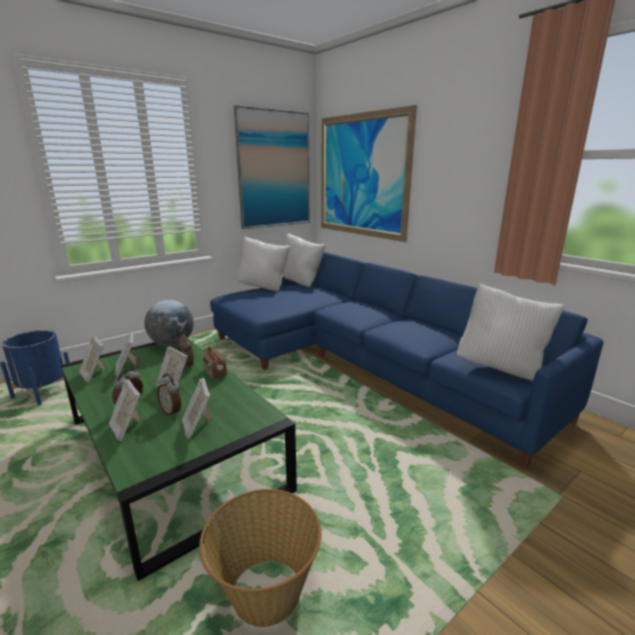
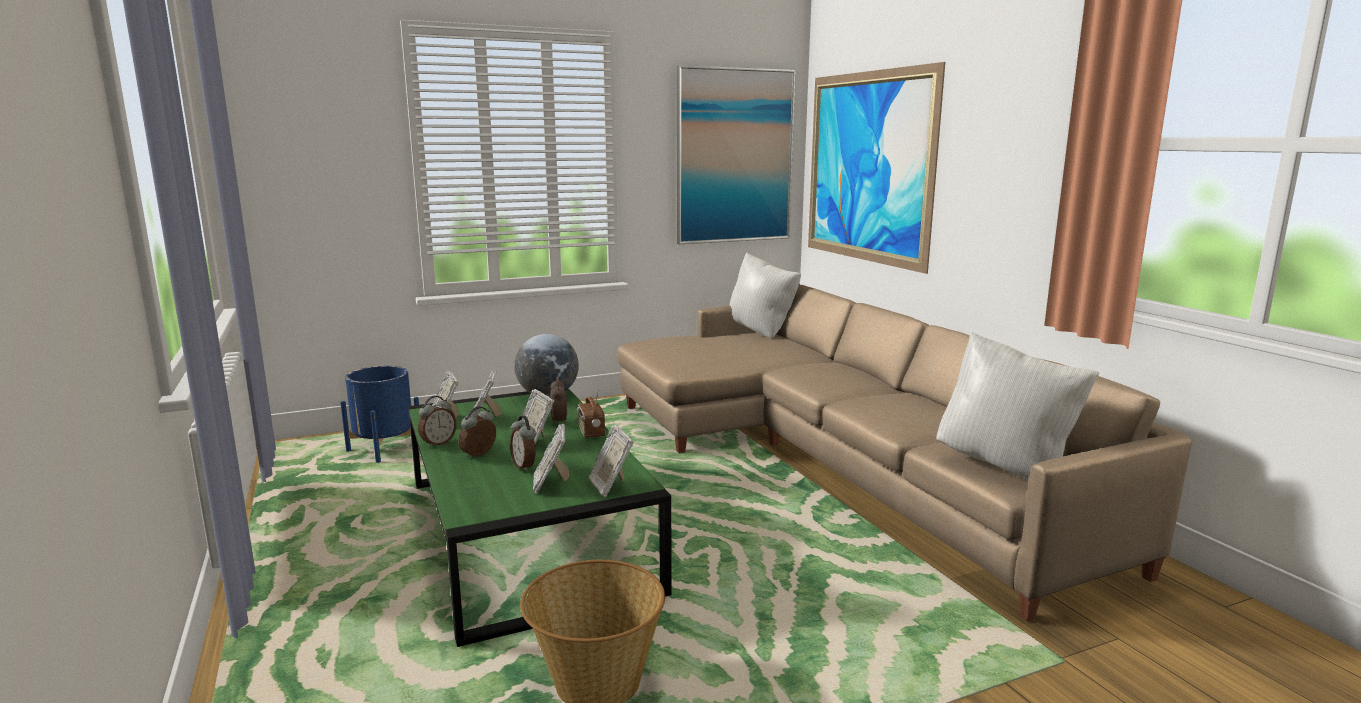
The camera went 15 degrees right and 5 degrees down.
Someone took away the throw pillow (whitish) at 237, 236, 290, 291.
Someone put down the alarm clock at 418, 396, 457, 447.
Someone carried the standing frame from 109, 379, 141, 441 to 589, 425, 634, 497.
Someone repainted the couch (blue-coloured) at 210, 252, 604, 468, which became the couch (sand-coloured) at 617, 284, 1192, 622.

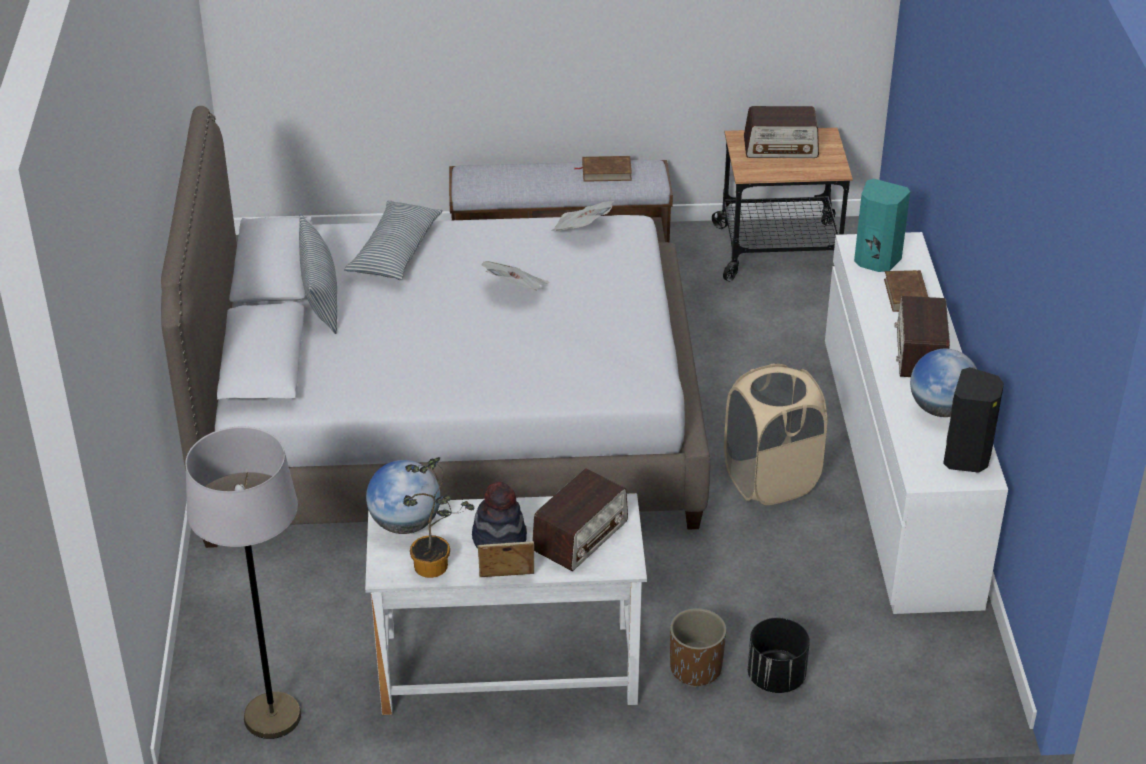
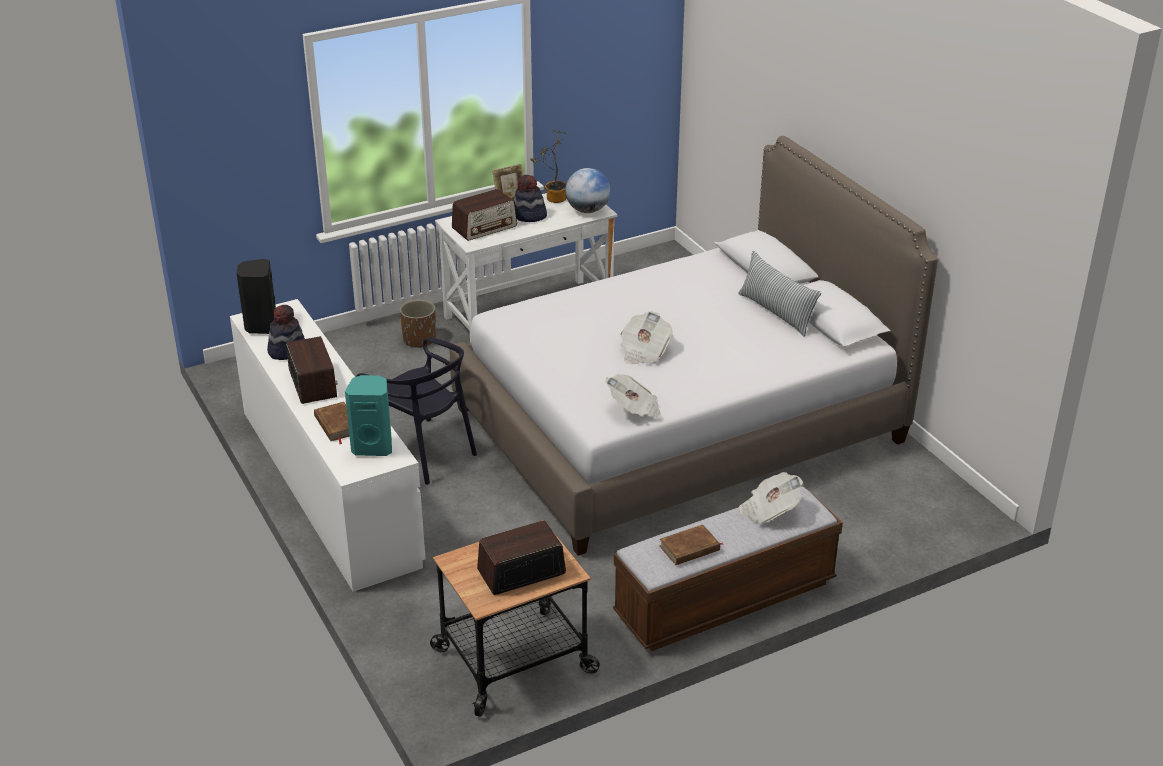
The camera went 155 degrees right and 5 degrees down.
Someone took away the floor lamp (grey) at 185, 427, 301, 739.
Someone took away the throw pillow at 344, 200, 443, 280.
Someone took away the plant pot (black-coloured) at 748, 618, 810, 693.
Someone put down the printed paper at 739, 472, 803, 525.
Someone swapped the washing basket (sand-coloured) at 724, 363, 827, 505 for the chair (black-coloured) at 356, 337, 477, 485.
Someone swapped the desk globe at 910, 349, 977, 417 for the wearable hat at 267, 305, 305, 360.
Someone rotated the radio receiver at 532, 469, 628, 571 by 135 degrees counterclockwise.

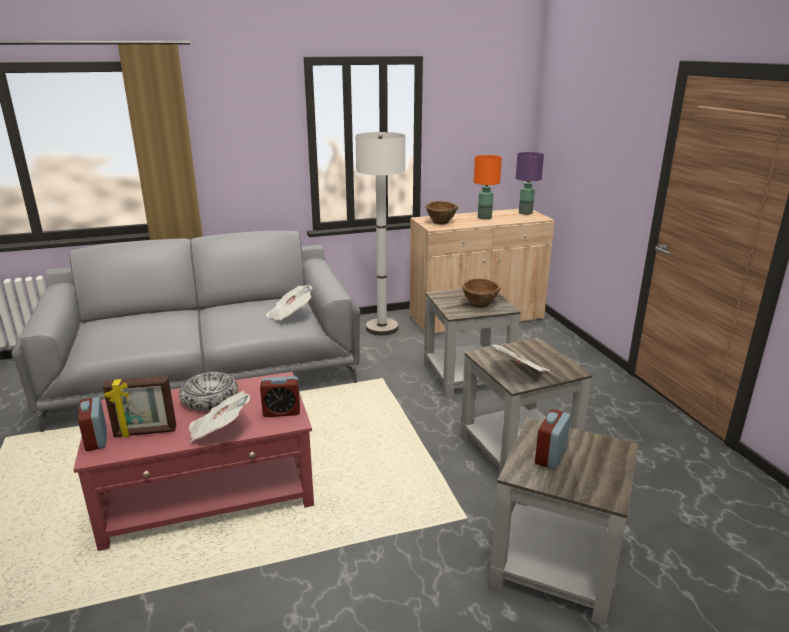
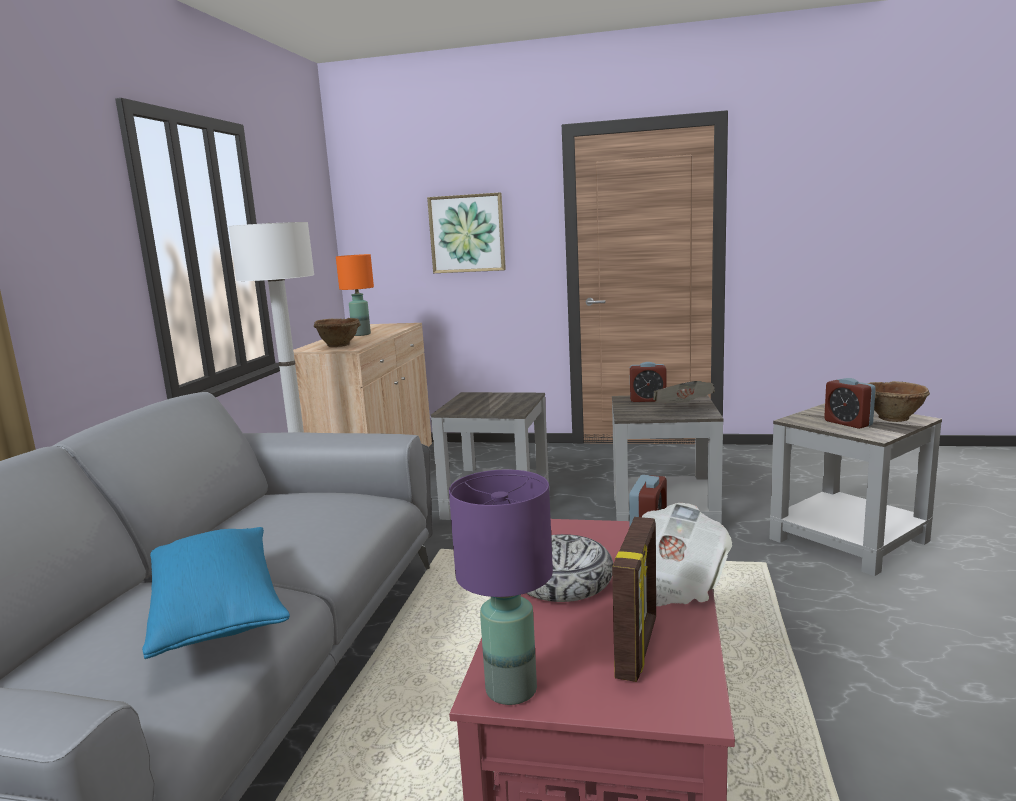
The camera went 60 degrees left and 10 degrees down.
Someone took away the printed paper at 266, 285, 312, 321.
Someone put down the throw pillow (blue-coloured) at 142, 527, 290, 659.
Someone put up the wall picture at 427, 193, 506, 273.
Someone carried the alarm clock from 78, 397, 107, 451 to 630, 362, 667, 402.
Someone carried the serving bowl (brown) from 462, 278, 500, 308 to 867, 381, 930, 422.
Someone carried the lamp for a table (purple-coloured) from 516, 152, 544, 215 to 449, 470, 553, 705.

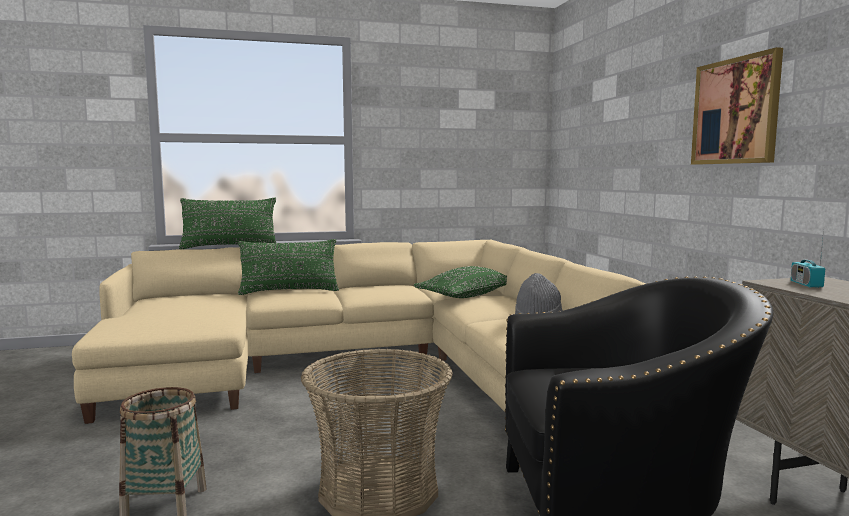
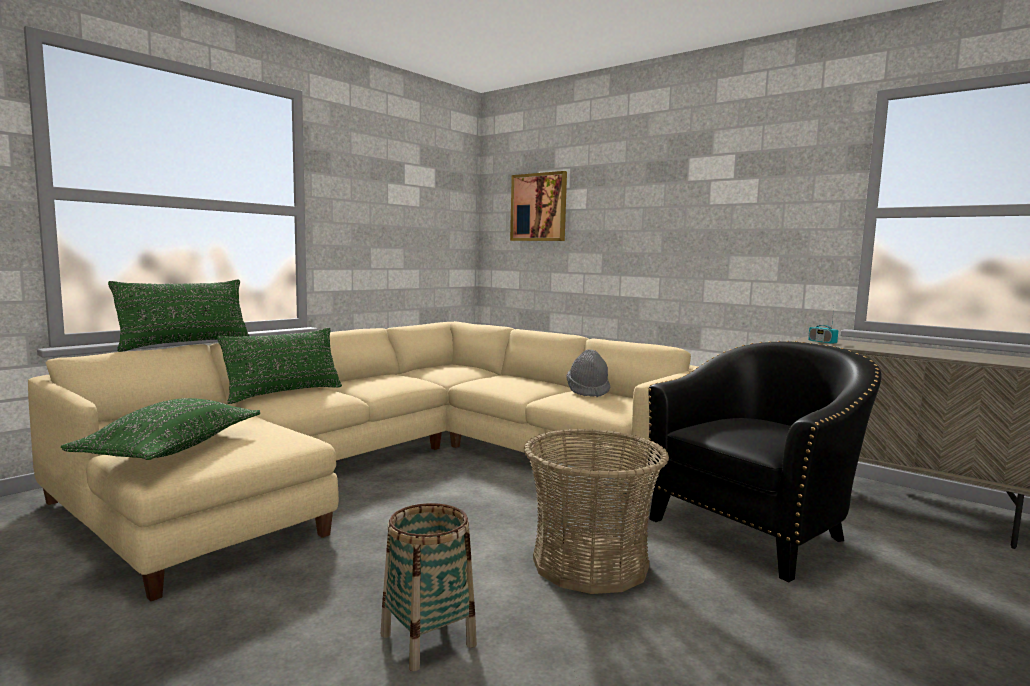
The camera went 35 degrees left and 0 degrees up.
Someone carried the throw pillow (green) from 414, 266, 507, 298 to 61, 398, 260, 460.
Someone carried the wall picture from 691, 47, 783, 165 to 510, 171, 567, 241.

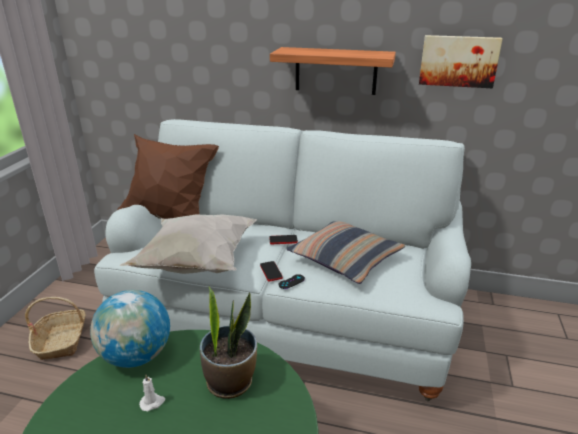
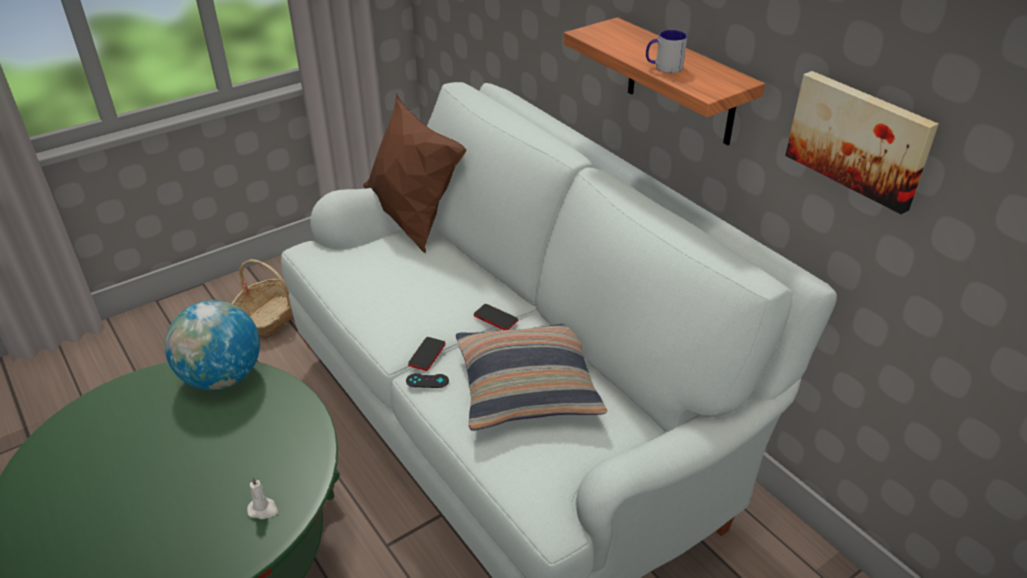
The camera went 40 degrees right and 10 degrees up.
Someone took away the throw pillow (whitish) at 120, 214, 257, 274.
Someone took away the potted plant at 200, 287, 257, 399.
Someone put down the coffee mug at 646, 30, 687, 73.
Someone carried the candle (whitish) from 139, 374, 165, 411 to 247, 477, 278, 519.

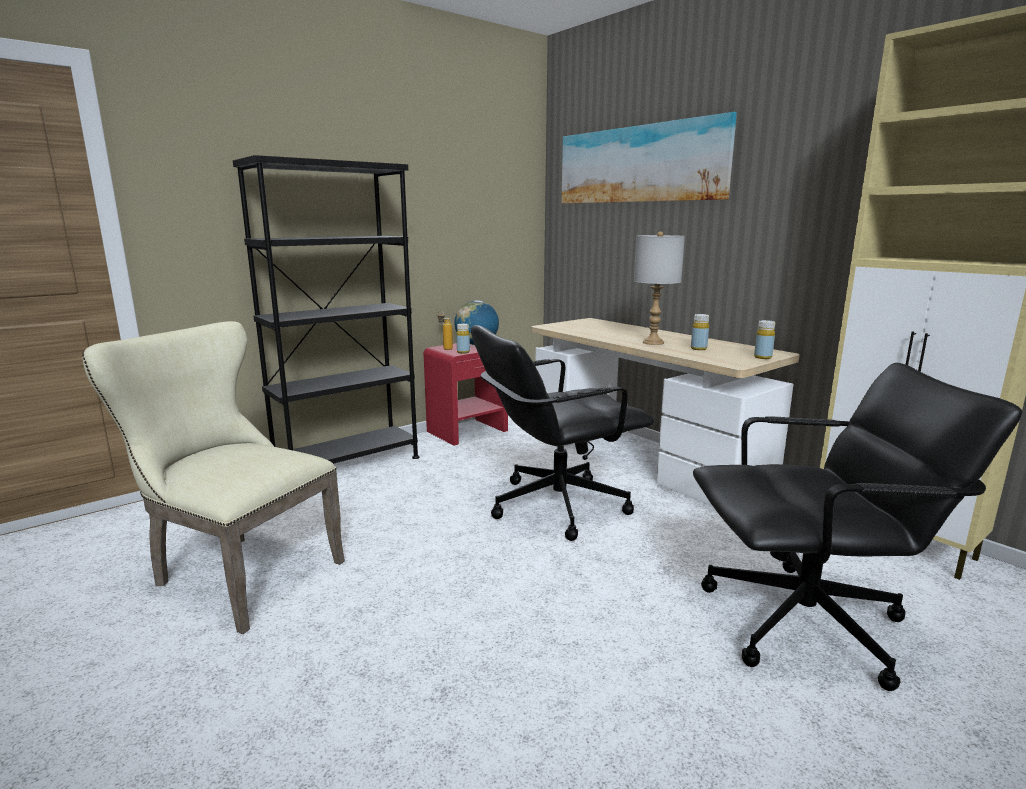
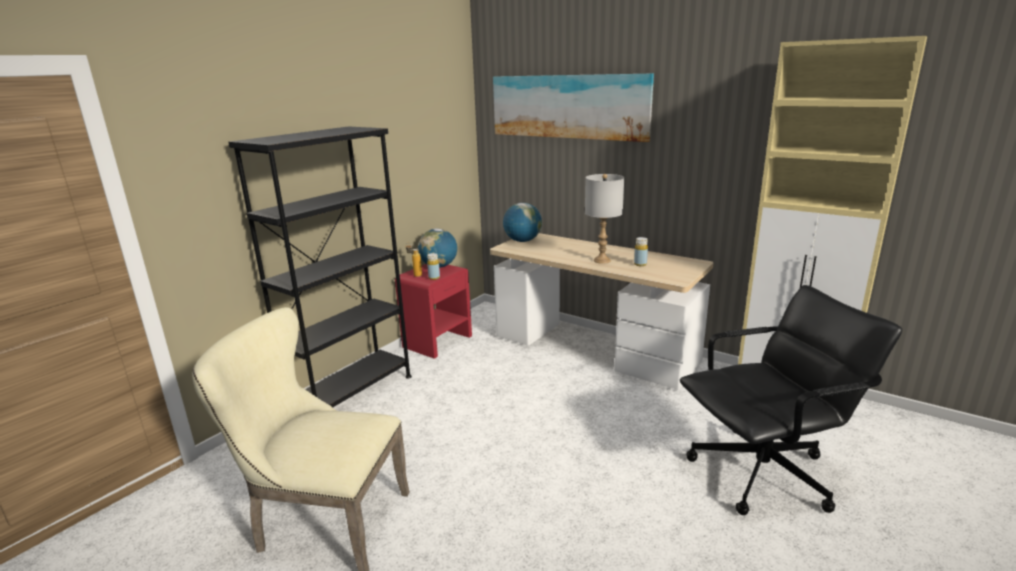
The camera went 15 degrees left and 5 degrees up.
Someone took away the computer chair (black-coloured) at 471, 325, 654, 541.
Someone took away the bottle (yellow-coloured) at 754, 320, 775, 359.
Someone put down the desk globe at 503, 203, 542, 242.

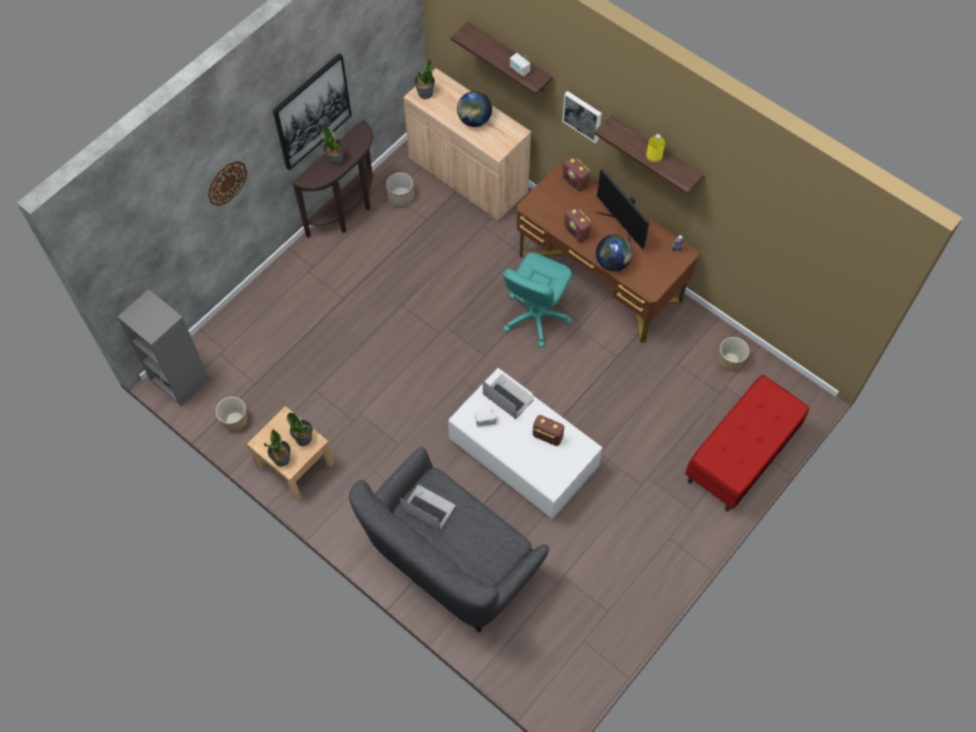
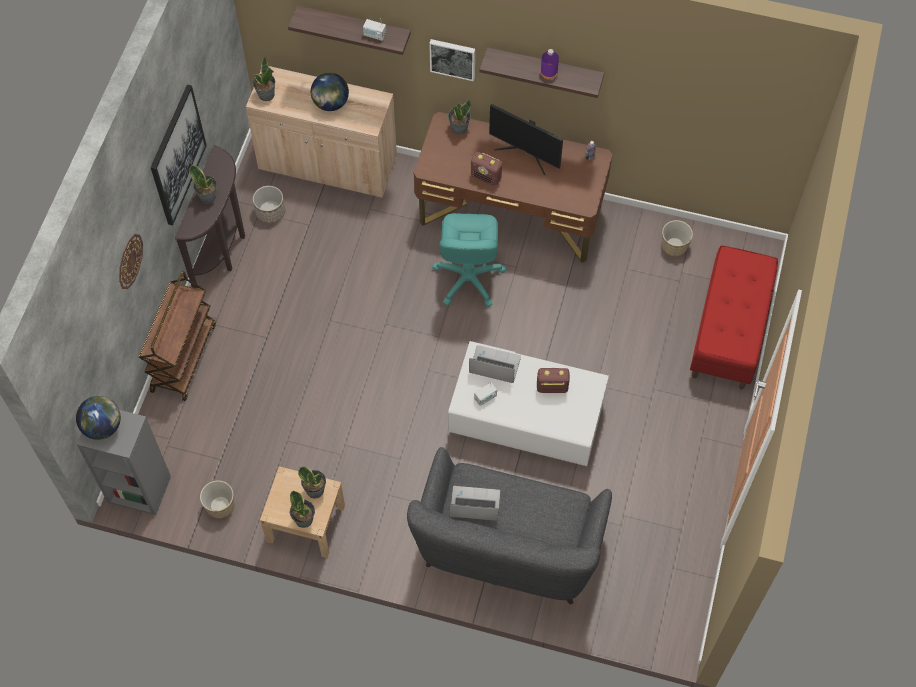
The camera went 25 degrees left and 0 degrees up.
Someone put down the cart (brown) at 139, 271, 216, 401.
Someone carried the desk globe from 596, 234, 633, 271 to 76, 396, 121, 440.
Someone swapped the radio receiver at 563, 156, 590, 192 for the potted plant at 448, 100, 471, 135.
Someone repainted the bottle (yellow-coloured) at 646, 134, 665, 163, which became the bottle (purple-coloured) at 540, 49, 559, 79.

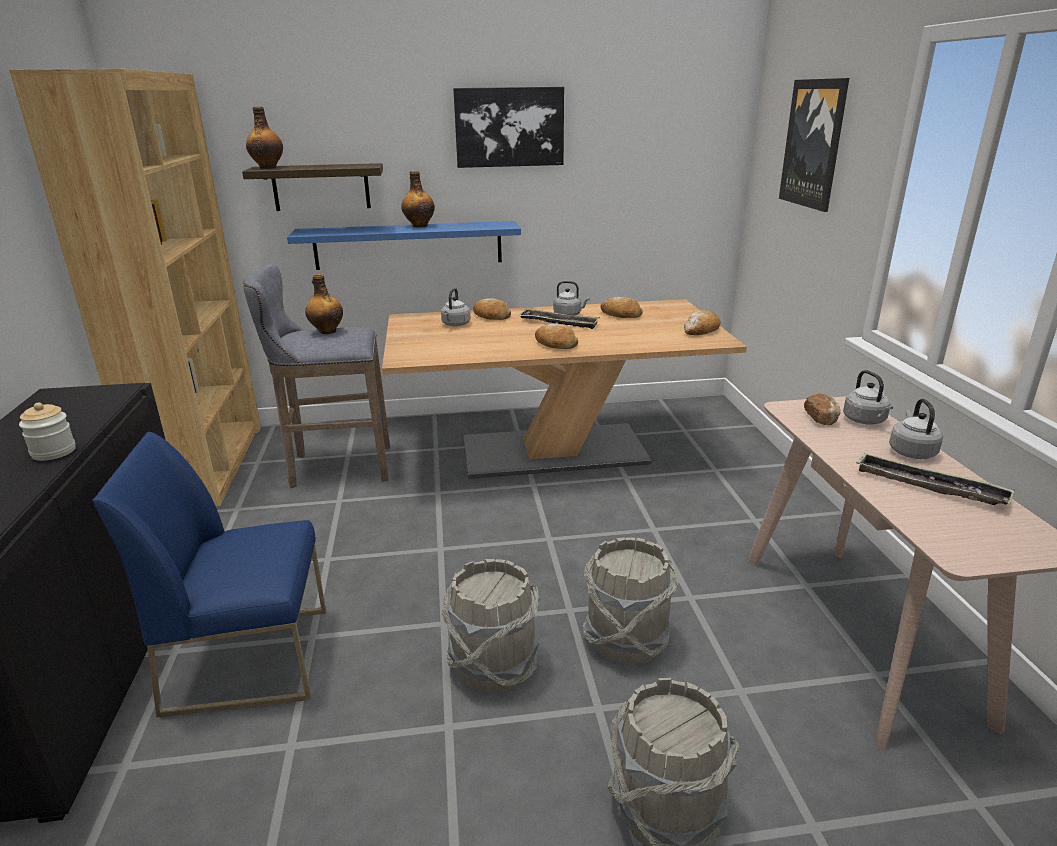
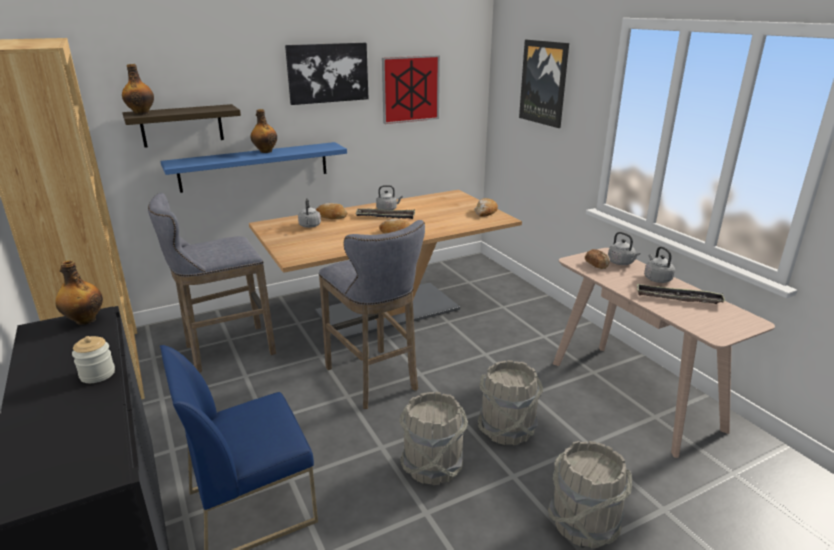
The camera went 20 degrees left and 0 degrees up.
Someone took away the bread at 600, 297, 643, 318.
Someone put down the sitting stool (grey) at 319, 220, 425, 409.
Someone put up the wall picture at 382, 55, 440, 124.
Someone carried the bottle from 305, 274, 343, 334 to 55, 260, 103, 325.

